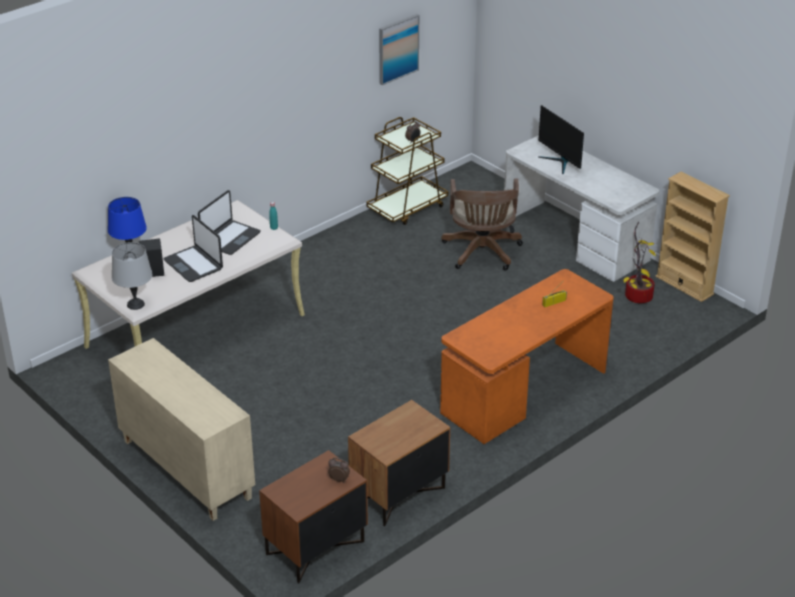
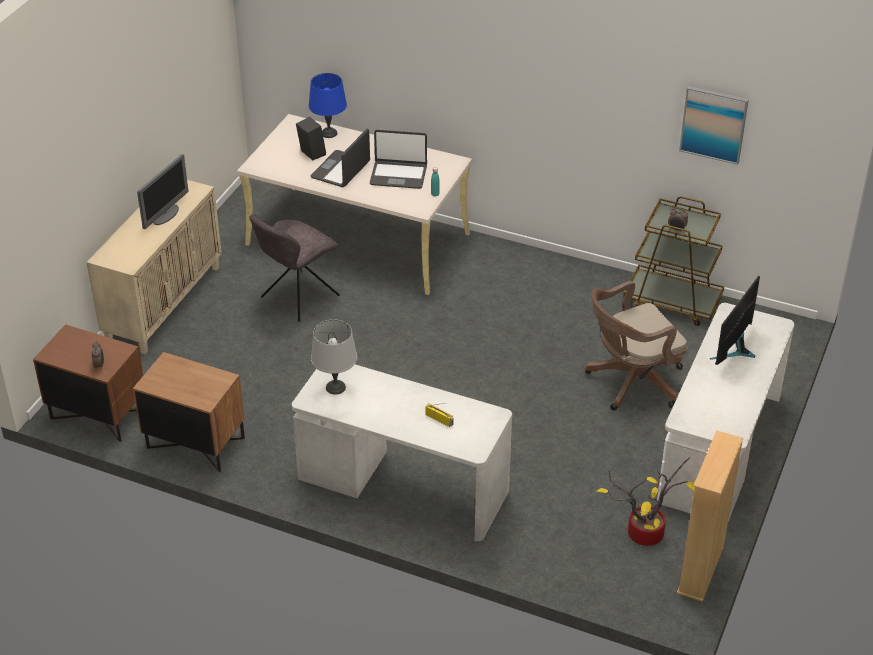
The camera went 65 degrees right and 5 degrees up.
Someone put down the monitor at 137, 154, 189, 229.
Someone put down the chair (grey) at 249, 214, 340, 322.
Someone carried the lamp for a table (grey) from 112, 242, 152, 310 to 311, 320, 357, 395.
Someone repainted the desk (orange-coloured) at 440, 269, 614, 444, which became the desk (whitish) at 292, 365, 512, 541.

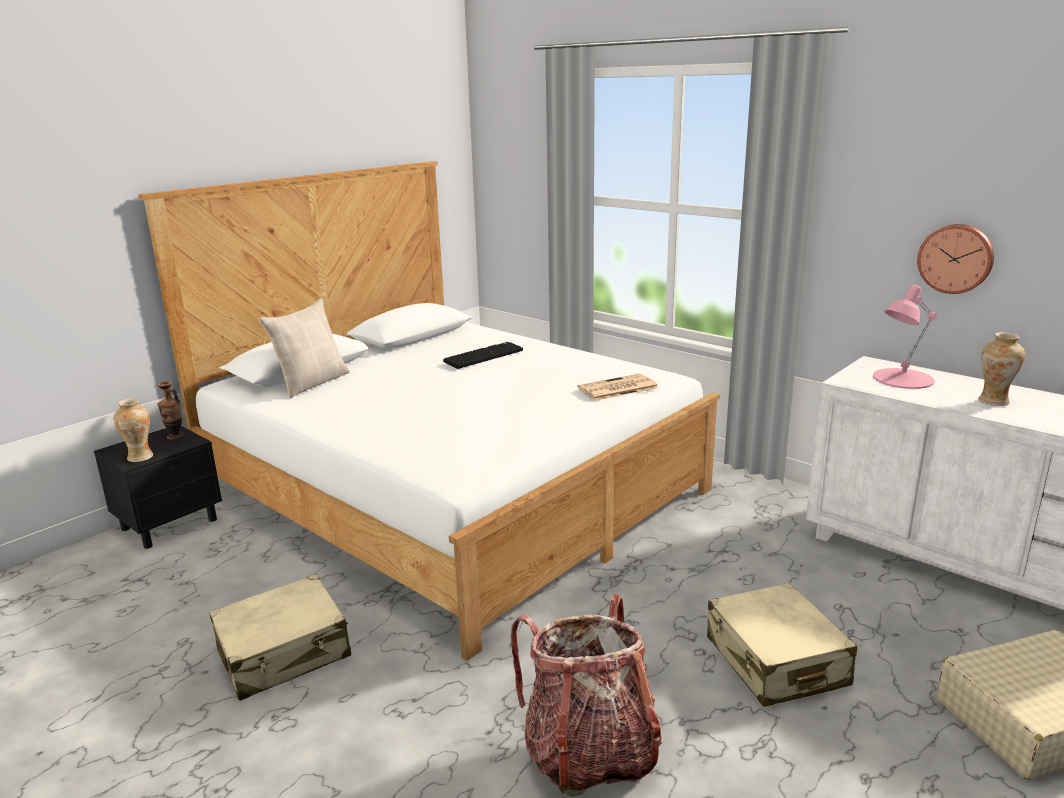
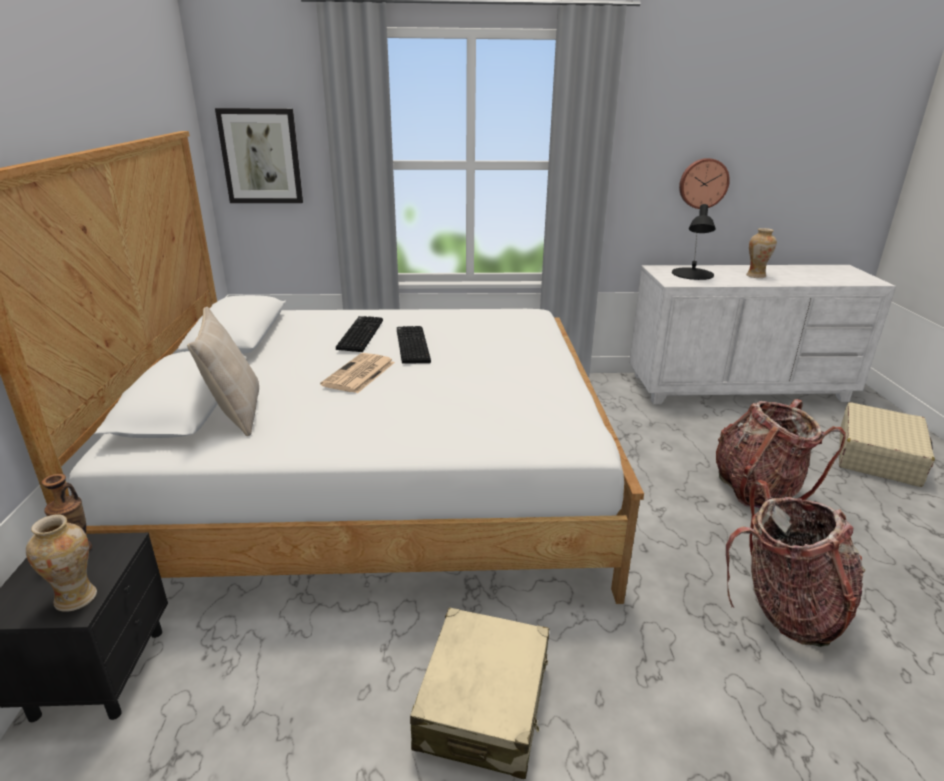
The camera went 45 degrees left and 5 degrees up.
Someone put up the wall picture at 215, 108, 303, 203.
Someone put down the keyboard at 397, 326, 431, 364.
Someone carried the printed paper from 578, 374, 659, 401 to 320, 353, 395, 393.
Someone swapped the piece of luggage (sand-coloured) at 707, 583, 857, 707 for the rucksack at 716, 399, 846, 508.
Someone repainted the lamp for a table (pinkish) at 873, 285, 937, 389, which became the lamp for a table (black-coloured) at 672, 204, 716, 280.

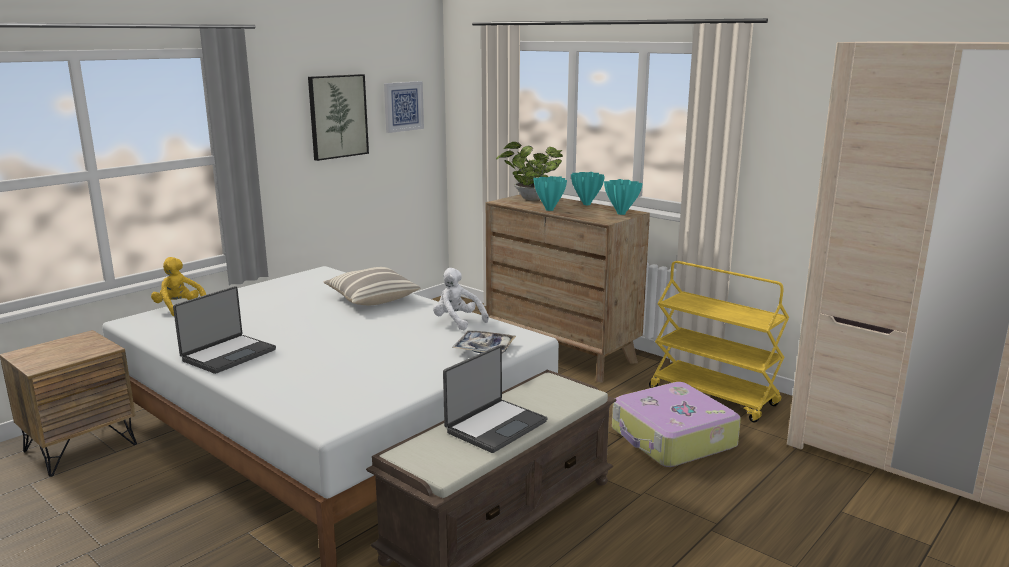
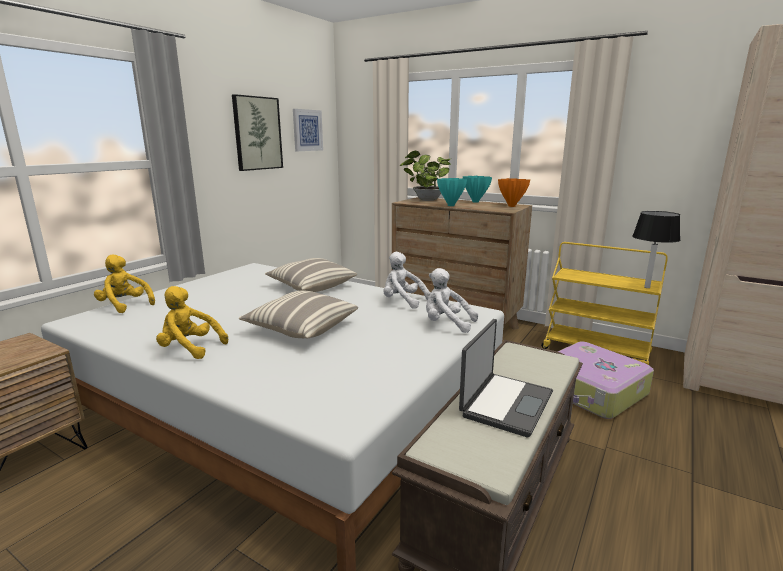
The camera went 10 degrees left and 0 degrees up.
Someone put down the throw pillow at 239, 290, 358, 339.
Someone put down the lamp for a table (black-coloured) at 633, 211, 680, 288.
Someone swapped the laptop at 173, 286, 276, 374 for the cuddly toy (yellow-coloured) at 156, 286, 228, 359.
Someone swapped the serving tray at 452, 331, 516, 354 for the cuddly toy (whitish) at 426, 268, 478, 333.
Someone repainted the flower vase (turquoise-coloured) at 604, 179, 642, 215, which became the flower vase (orange-coloured) at 498, 178, 530, 207.

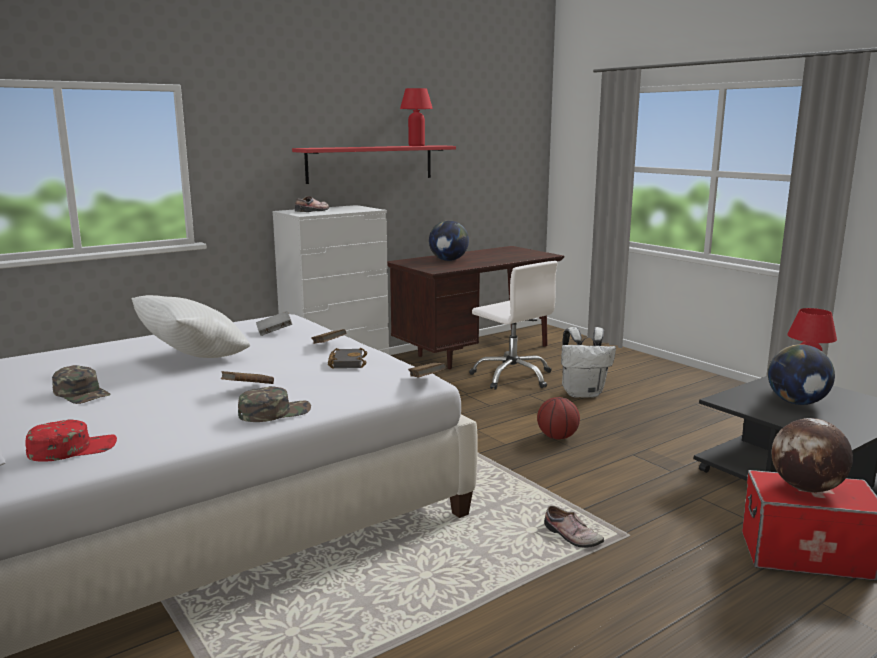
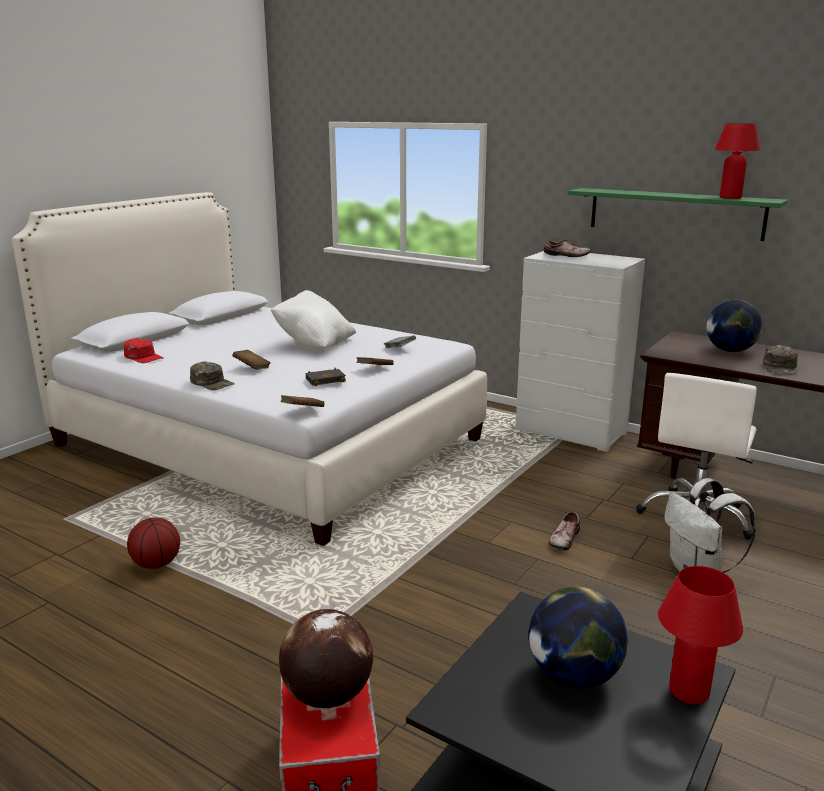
The camera went 70 degrees right and 5 degrees up.
Someone carried the cap (green) from 52, 365, 111, 404 to 763, 345, 798, 375.
Someone carried the ball for basketball from 537, 397, 580, 439 to 127, 517, 180, 569.
Someone carried the low shoe from 544, 505, 604, 548 to 549, 512, 580, 551.
Someone repainted the bracket shelf (red) at 292, 145, 456, 184, which became the bracket shelf (green) at 568, 188, 788, 241.

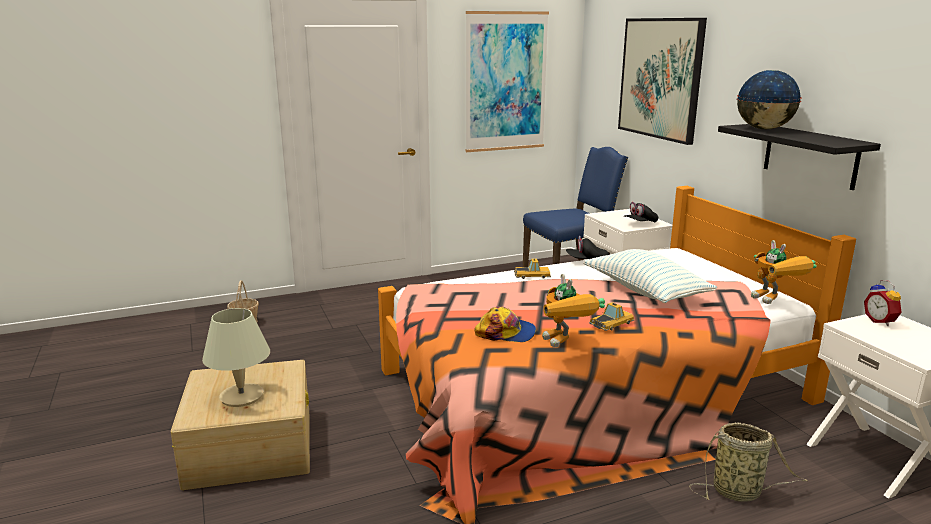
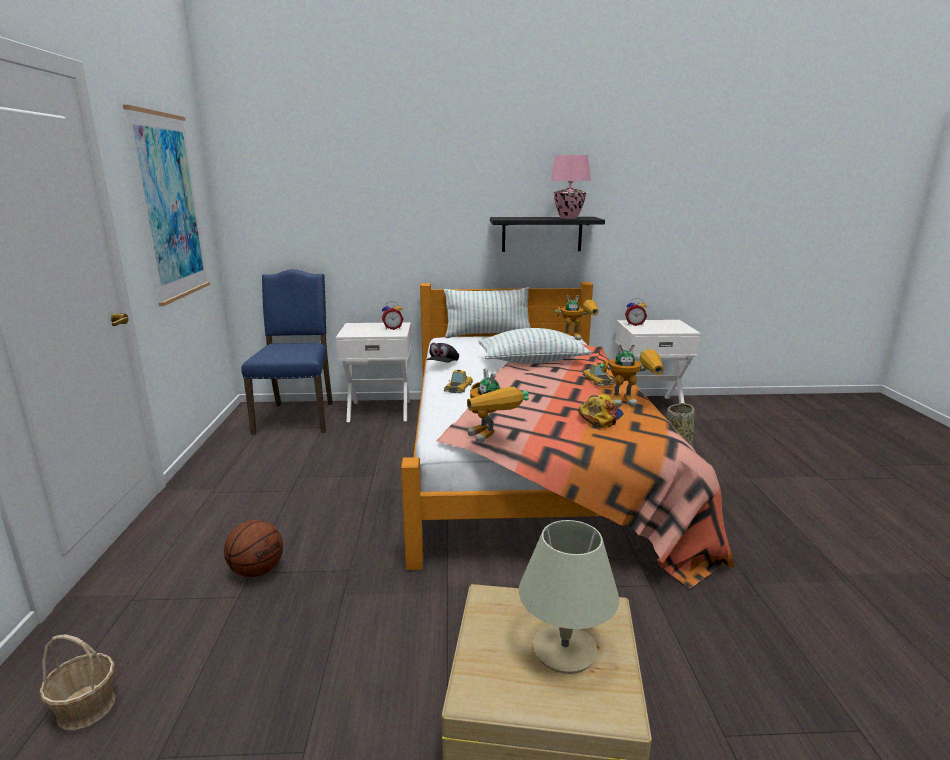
The camera went 70 degrees left and 0 degrees up.
Someone took away the wall picture at 618, 18, 707, 145.
Someone took away the desk globe at 737, 70, 802, 129.
Someone put down the ball for basketball at 224, 520, 283, 577.
Someone put down the throw pillow at 444, 287, 531, 338.
Someone put down the robot figure at 467, 368, 529, 443.
Someone put down the lamp for a table (pinkish) at 550, 155, 591, 219.
Someone swapped the cap (black-coloured) at 624, 202, 658, 222 for the alarm clock at 382, 301, 403, 330.

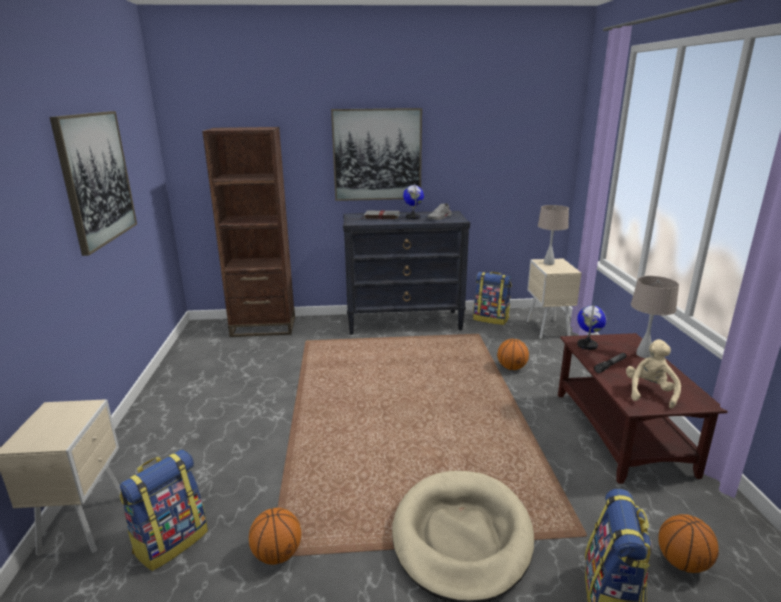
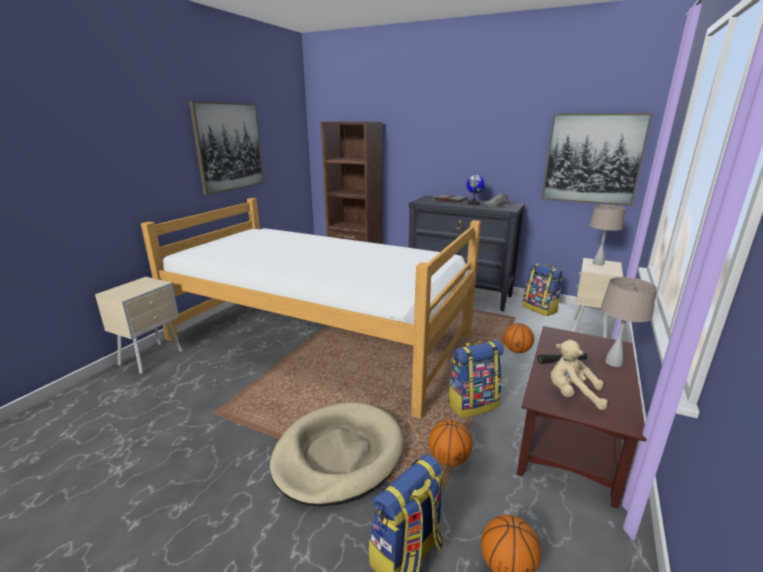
The camera went 30 degrees right and 0 degrees up.
Someone took away the desk globe at 577, 305, 607, 350.
Someone put down the bed at 141, 198, 481, 419.
Someone carried the rucksack from 119, 449, 208, 571 to 448, 340, 503, 418.
Someone carried the ball for basketball from 249, 508, 301, 565 to 429, 419, 472, 466.
Someone carried the wall picture from 331, 108, 422, 201 to 542, 113, 653, 206.
Someone rotated the cuddly toy (sand-coloured) at 626, 339, 681, 409 by 120 degrees counterclockwise.

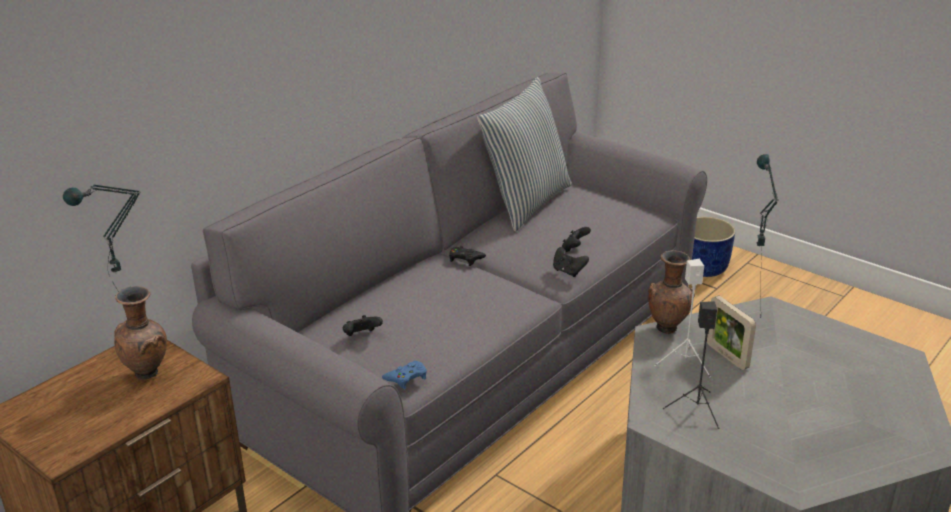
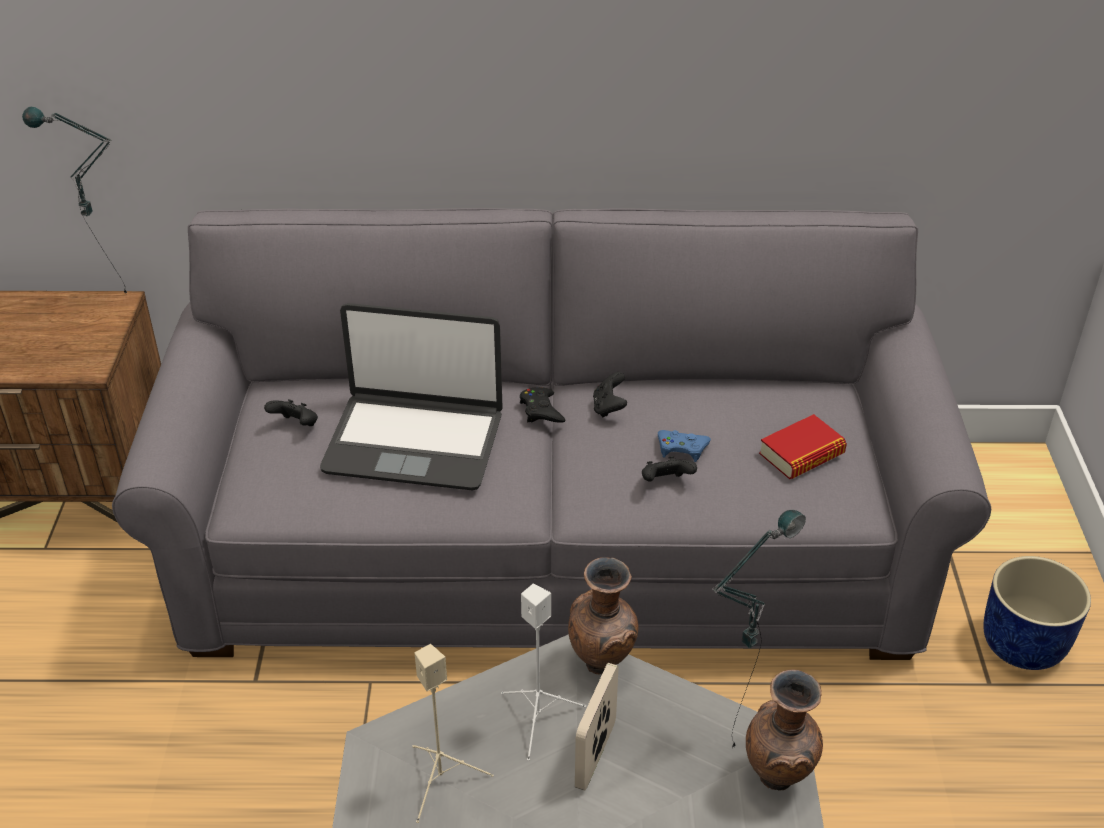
The camera went 50 degrees right and 10 degrees up.
Someone took away the throw pillow at 477, 77, 572, 232.
Someone put down the laptop at 320, 303, 503, 490.
Someone put down the volume at 759, 414, 847, 479.
Someone carried the flower vase (brown) from 114, 286, 167, 380 to 746, 669, 823, 791.
Someone carried the joypad (blue-coloured) from 382, 361, 427, 389 to 658, 430, 711, 462.
Someone carried the joypad (black-coloured) from 553, 247, 589, 277 to 593, 372, 627, 418.
Someone repainted the speaker (black-coloured) at 663, 301, 719, 429, which became the speaker (sand-coloured) at 412, 644, 494, 823.

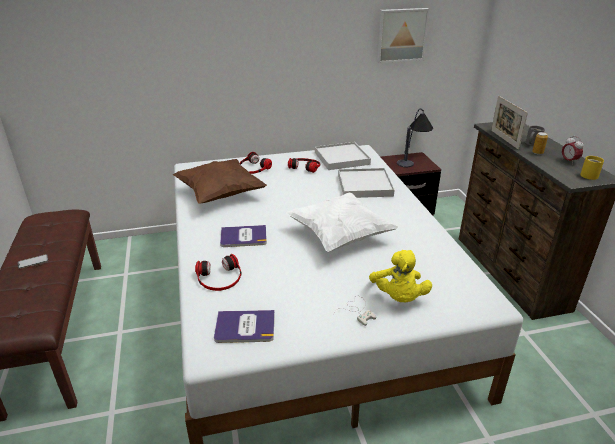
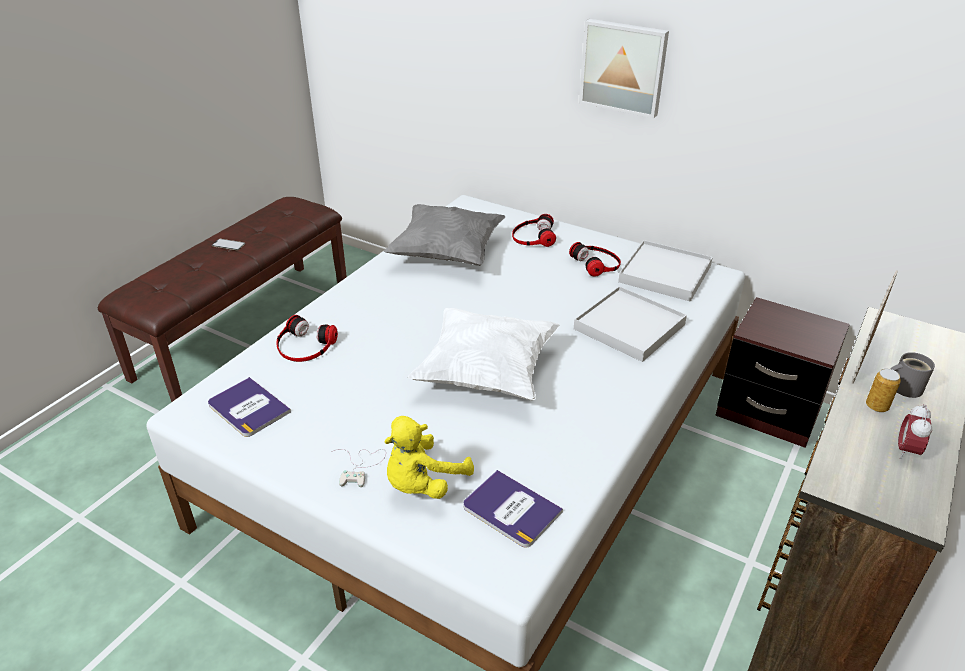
The camera went 45 degrees right and 5 degrees up.
Someone took away the lamp for a table at 397, 108, 433, 167.
Someone took away the coffee mug (yellow-coloured) at 580, 156, 604, 180.
Someone carried the volume from 220, 225, 267, 247 to 464, 470, 563, 548.
Someone carried the wall picture from 376, 8, 430, 63 to 579, 19, 669, 118.
Someone repainted the throw pillow (brown) at 173, 159, 267, 204, which became the throw pillow (grey) at 383, 204, 506, 266.

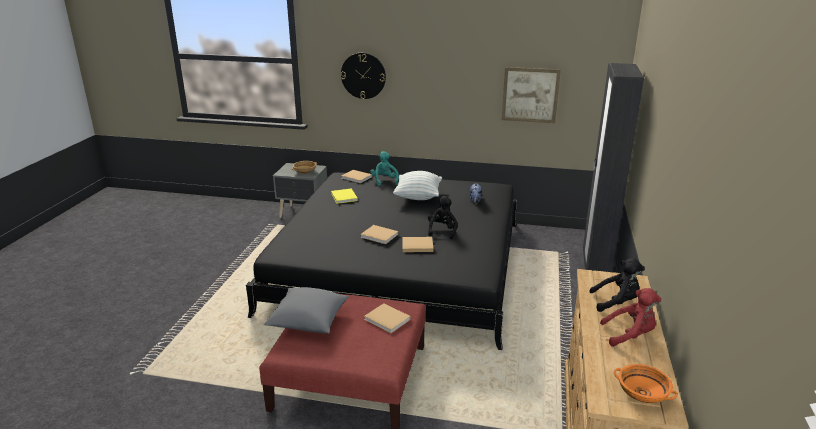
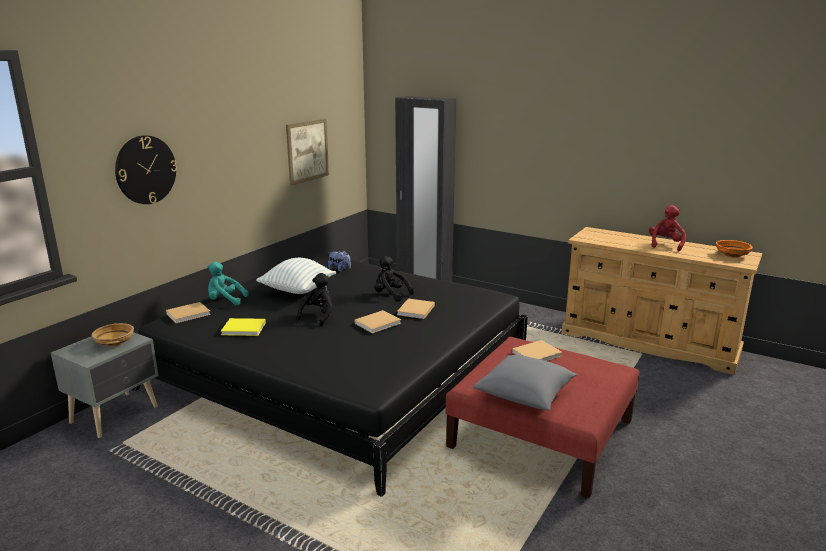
The camera went 70 degrees left and 5 degrees down.
Someone carried the cuddly toy (black-coloured) from 589, 258, 645, 312 to 296, 273, 333, 326.

